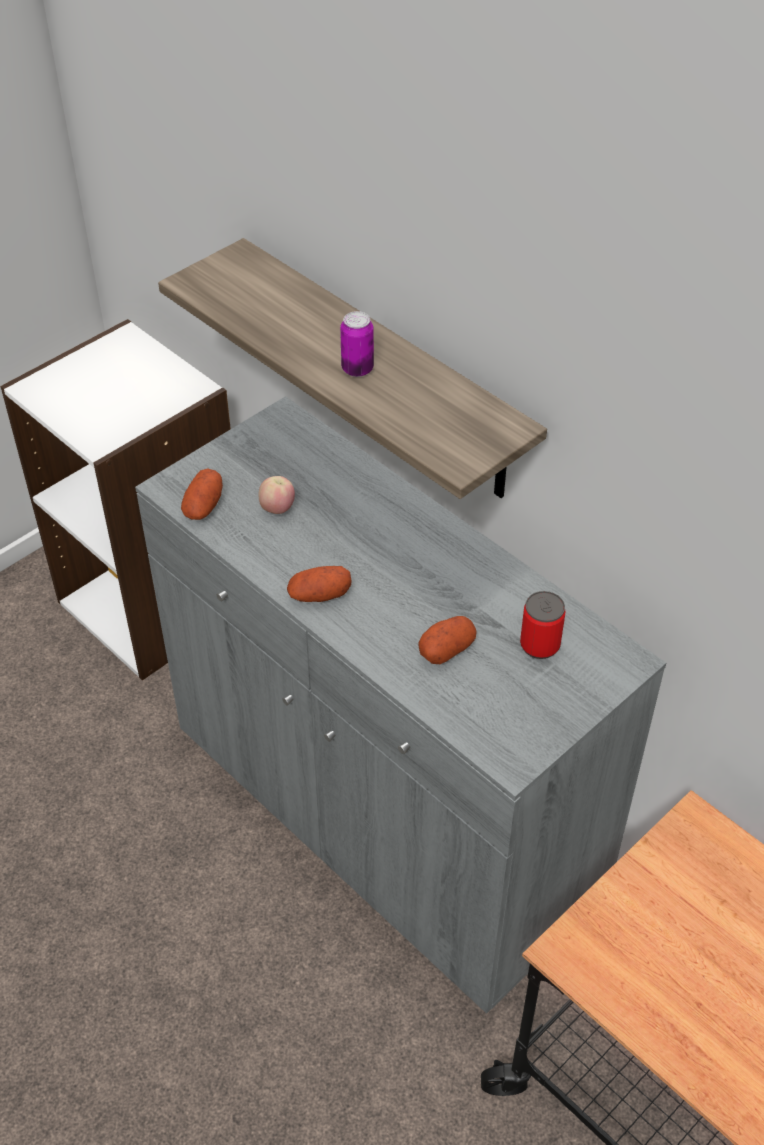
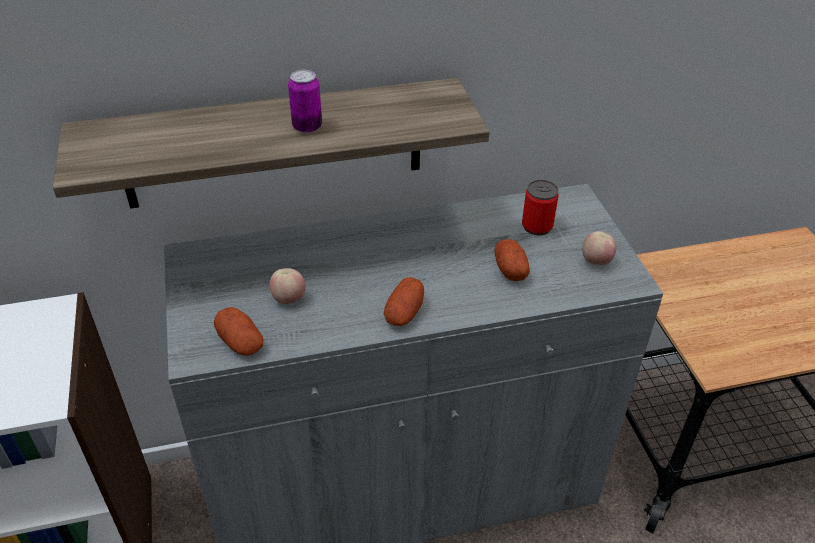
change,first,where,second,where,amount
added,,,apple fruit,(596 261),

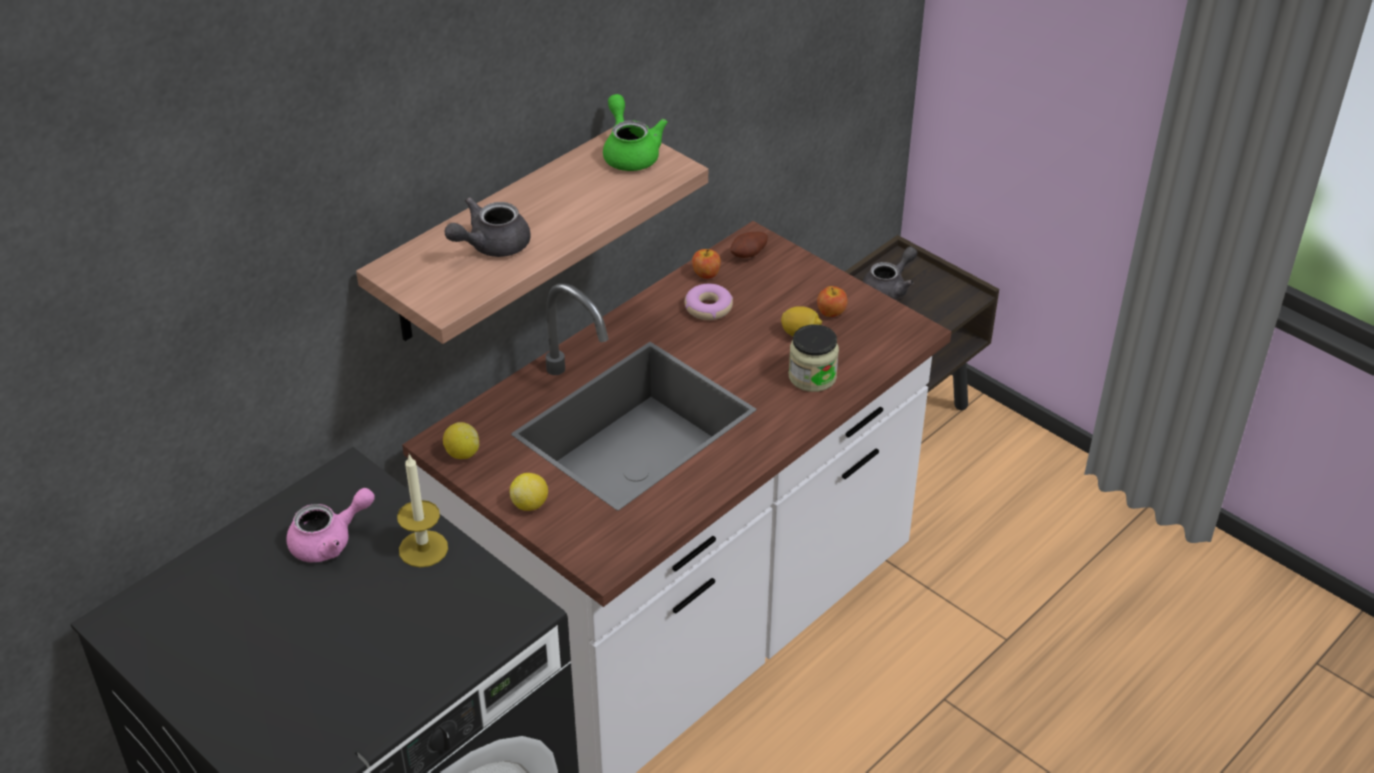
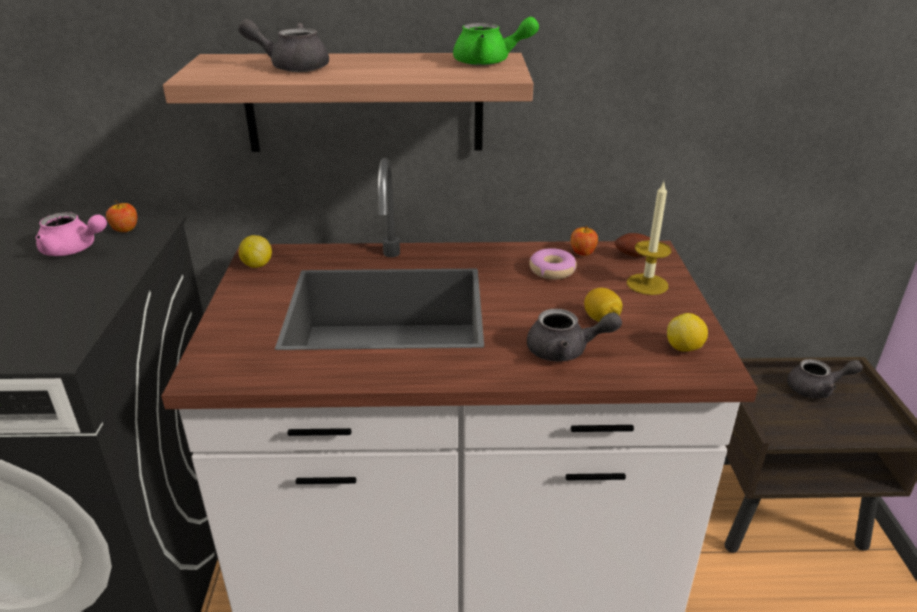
change,first,where,second,where,amount
moved,candle,(423 549),,(647 284),
moved,lemon,(530 504),,(684 348),
moved,apple fruit,(831 312),,(125 229),
replaced,preserve jar,(812 377),grey tea pot,(566 351),
turned,green tea pot,(630 153),,(489 62),75 degrees clockwise

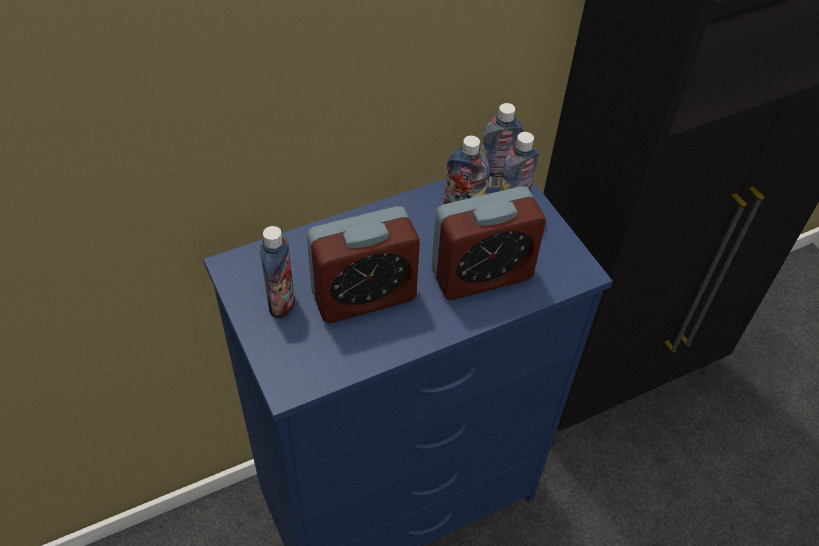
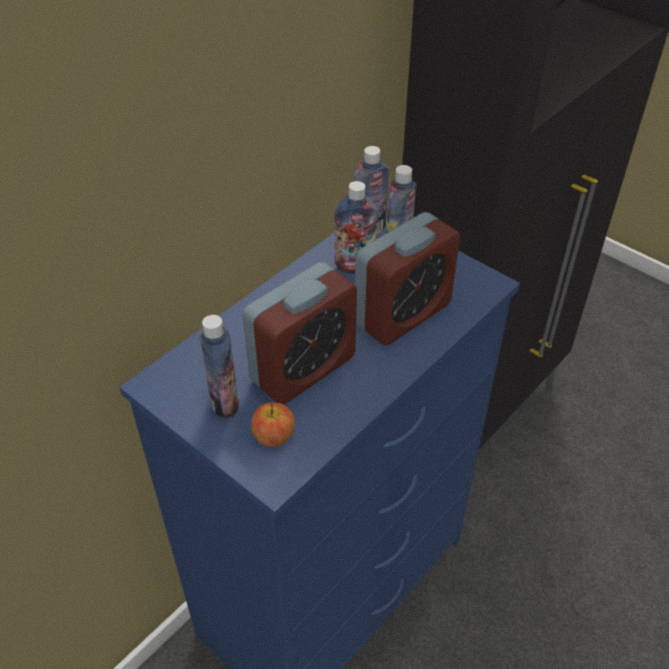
change,first,where,second,where,amount
added,,,apple fruit,(274 437),

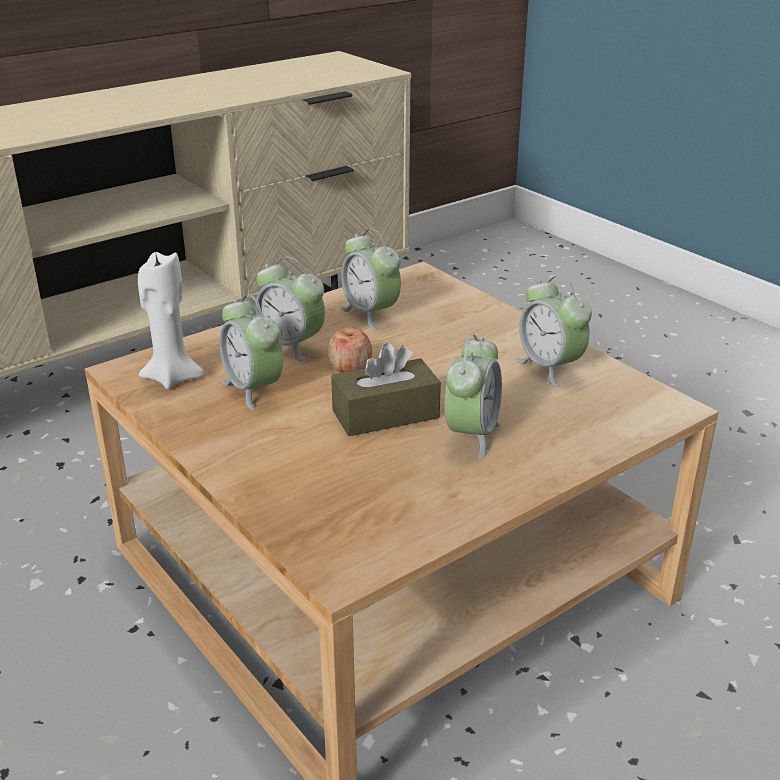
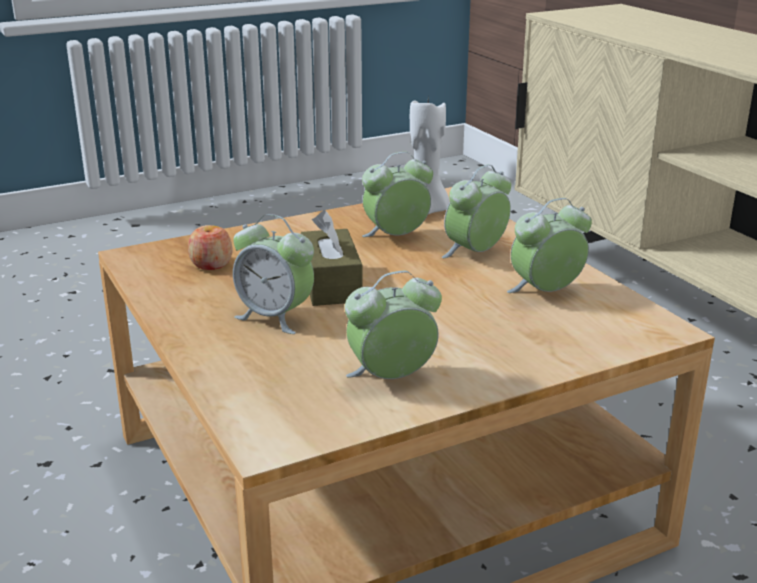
change,first,where,second,where,amount
moved,apple fruit,(350 367),,(211 264),

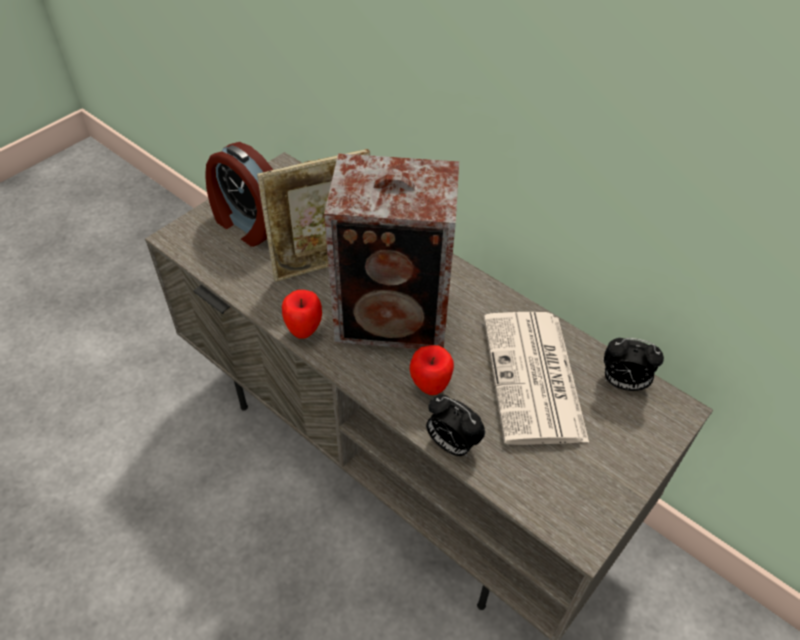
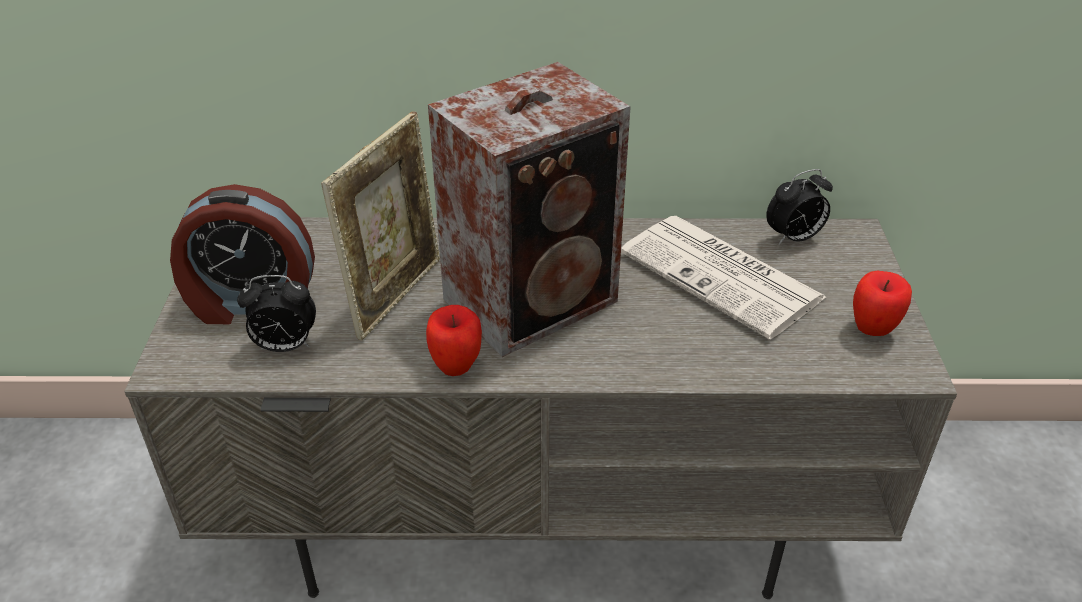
change,first,where,second,where,amount
moved,apple fruit,(430 387),,(872 330),
moved,alarm clock,(451 444),,(284 346),

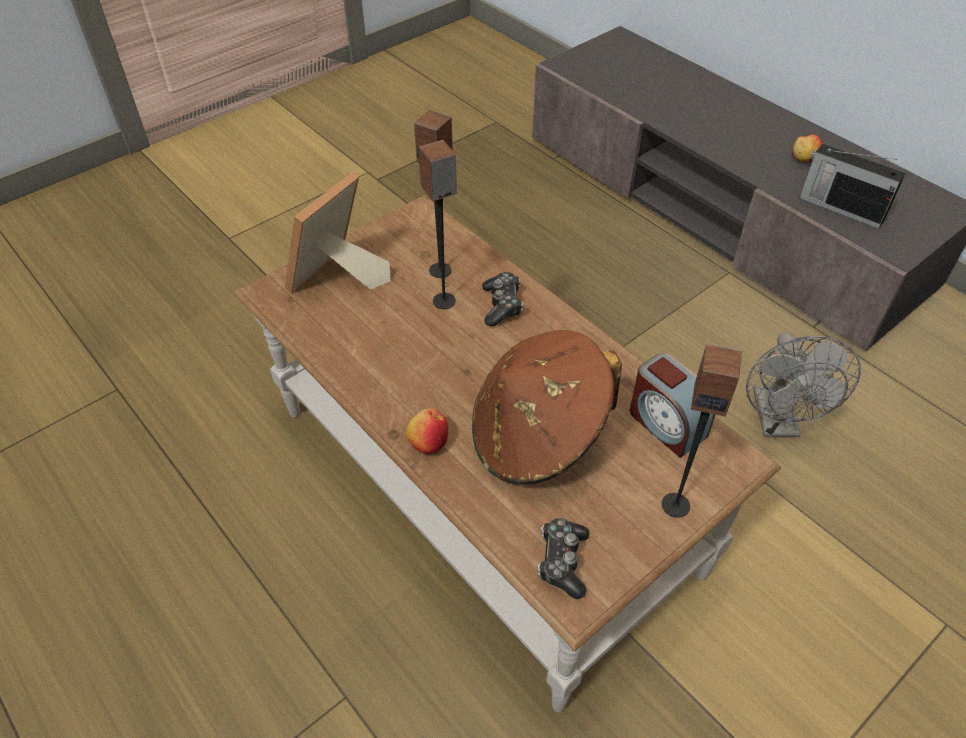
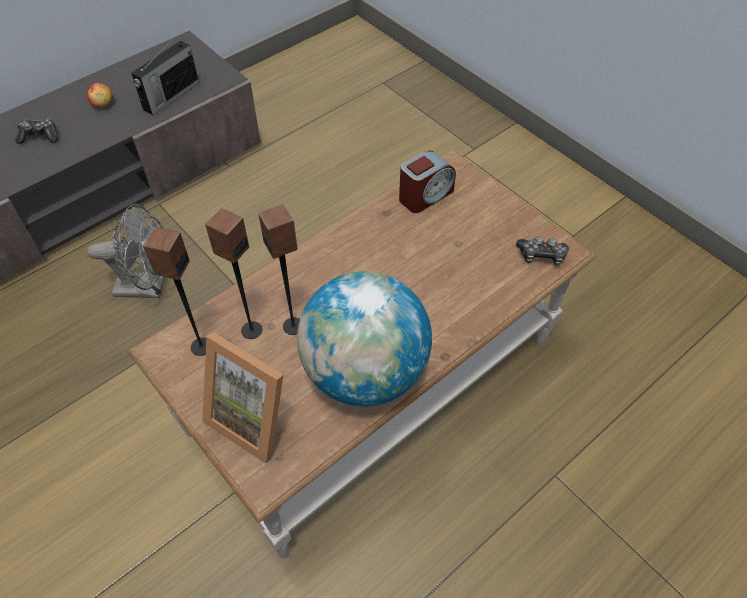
change,first,where,second,where,amount
removed,apple fruit,(428 442),,,
removed,brownish hat,(538 436),,,
added,,,globe,(365 373),
moved,joypad,(502 305),,(39 136),
moved,loudspeaker,(675 504),,(201 346),
moved,grey cooling fan,(778 423),,(148 287),

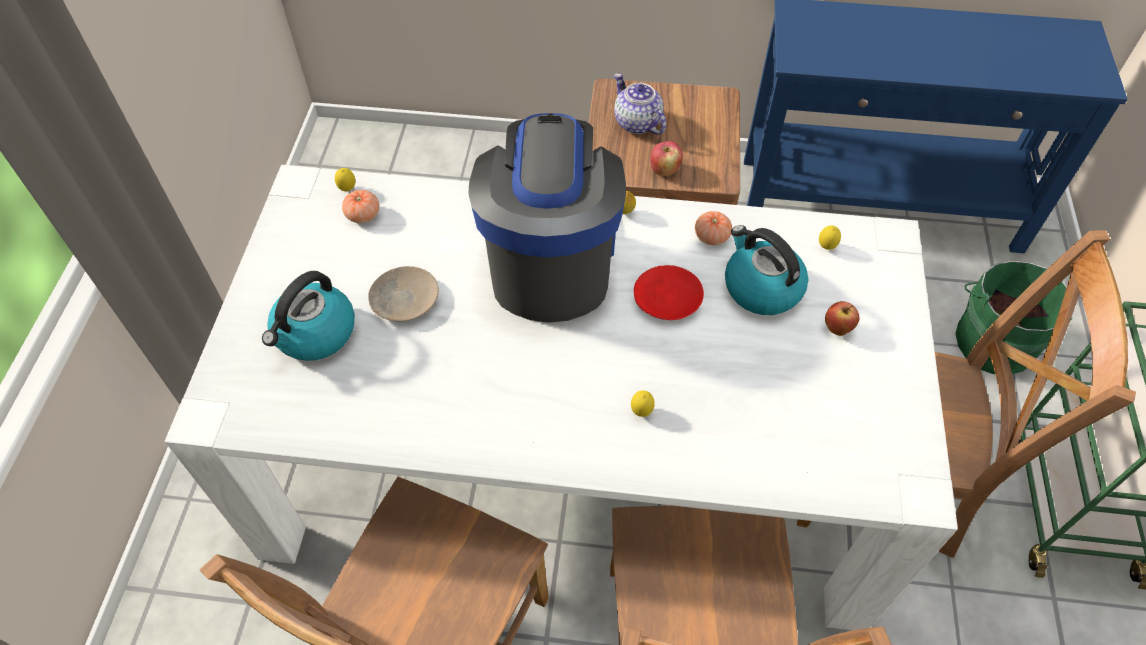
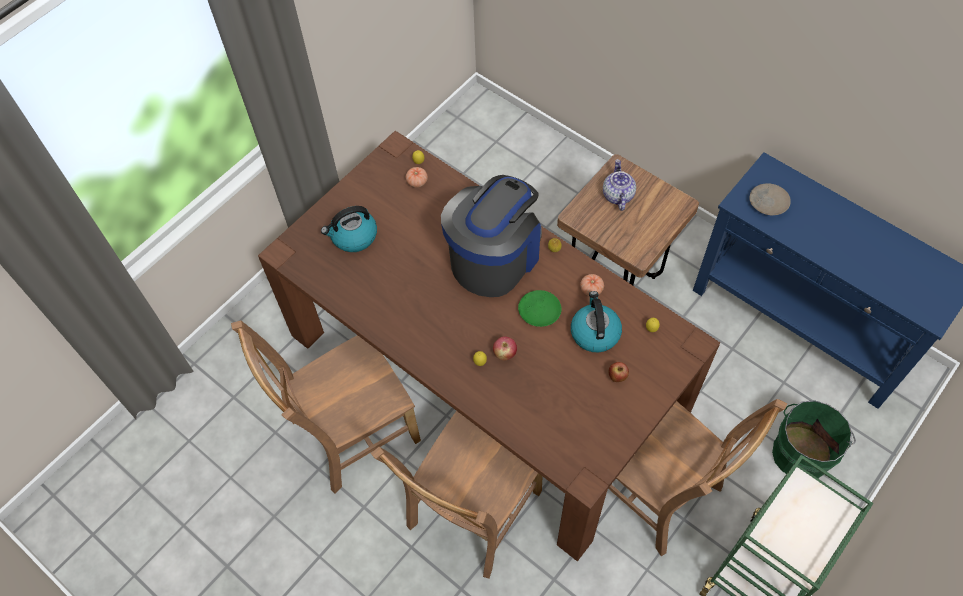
change,first,where,second,where,amount
moved,beige flat dish,(404 300),,(767 202),
moved,apple fruit,(664 170),,(504 354),
recoloured,whitish dining table,(572 457),brownish dining table,(485 374),
recoloured,red-coloured flat dish,(666 298),green flat dish,(539 311),

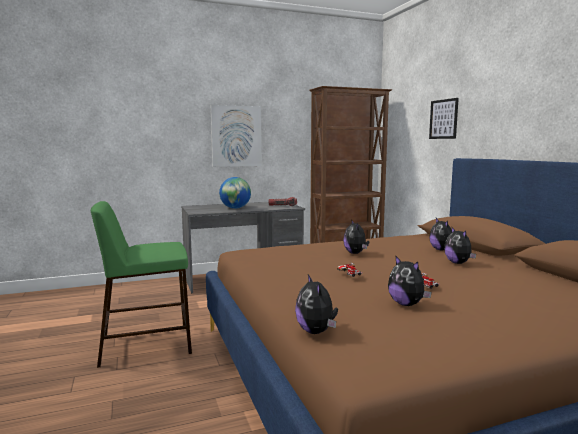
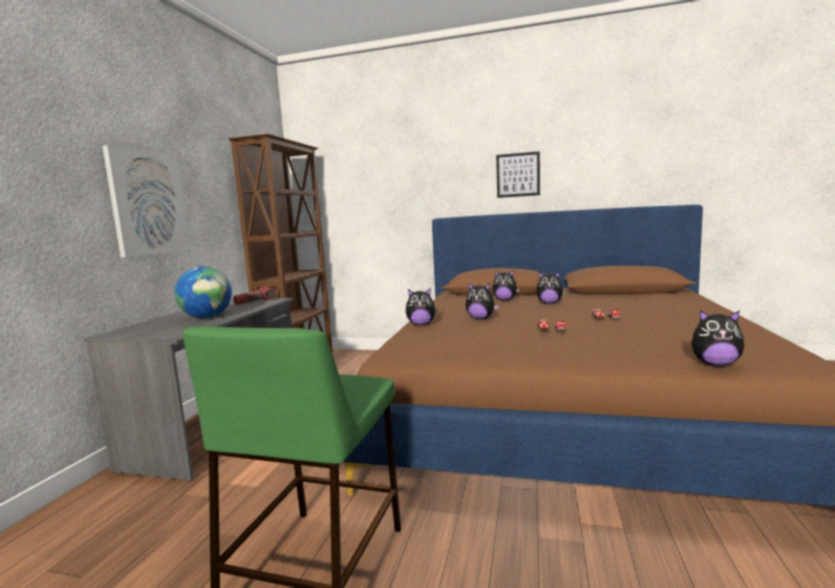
change,first,where,second,where,amount
moved,soft toy,(406 304),,(421 324),
moved,wall art,(443 119),,(518 175),

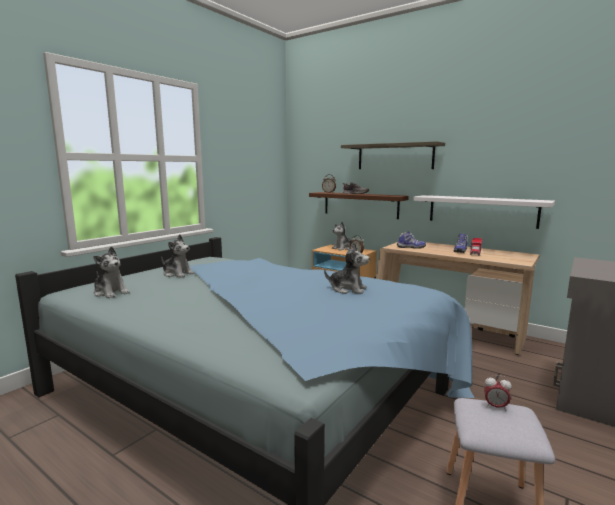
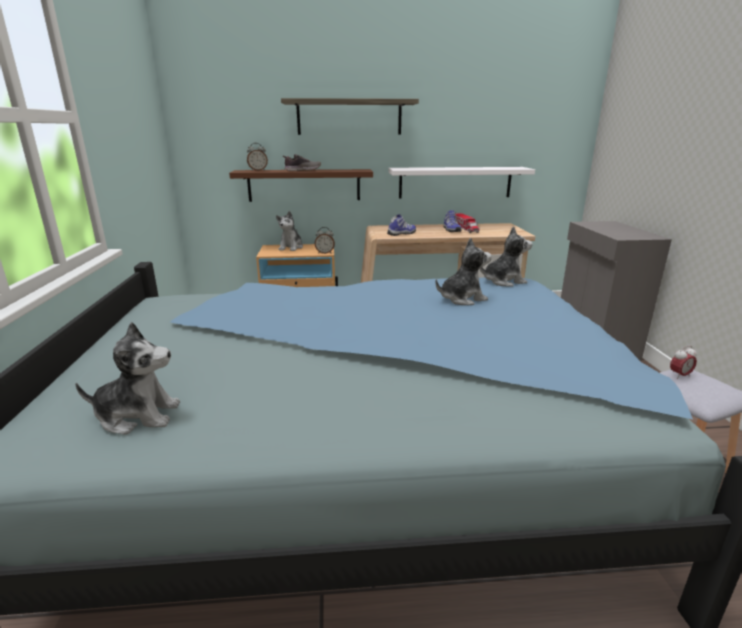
change,first,where,second,where,amount
moved,soft toy,(177 274),,(503 281),

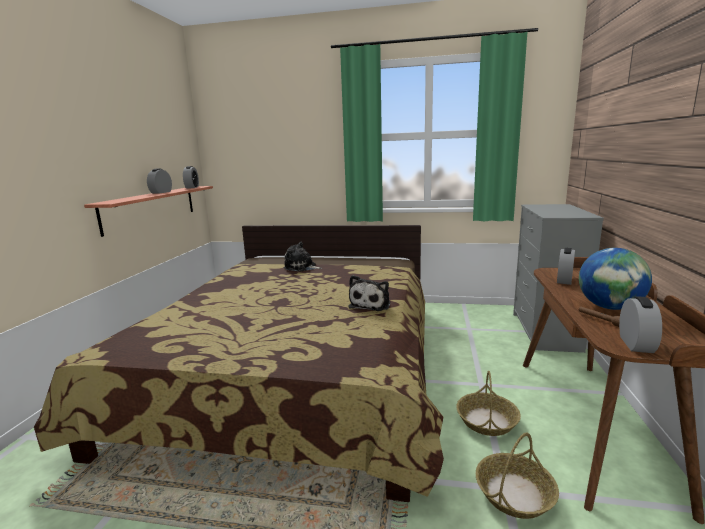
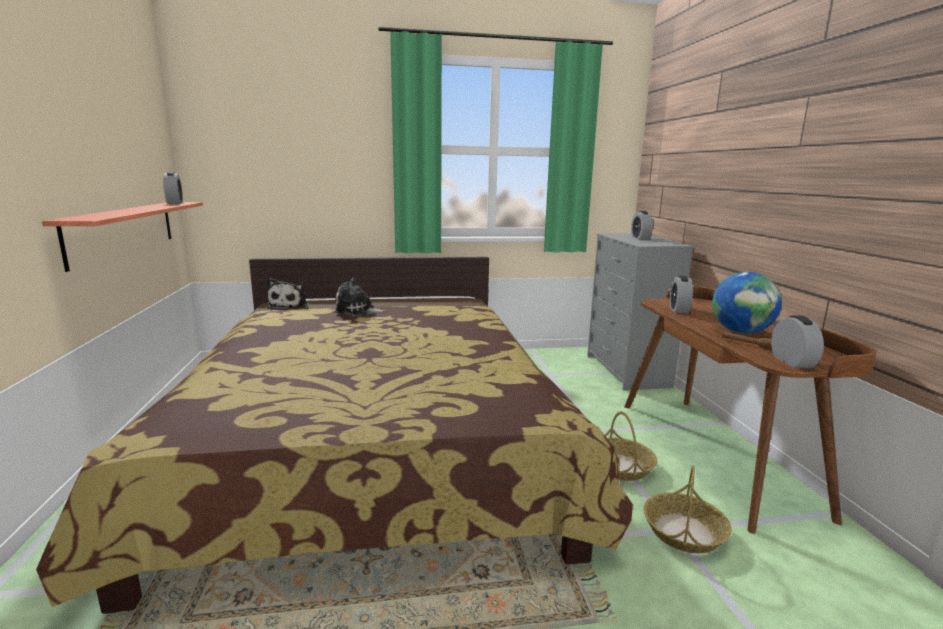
change,first,where,second,where,amount
moved,alarm clock,(161 192),,(640 238),
moved,soft toy,(371 304),,(289 305),

